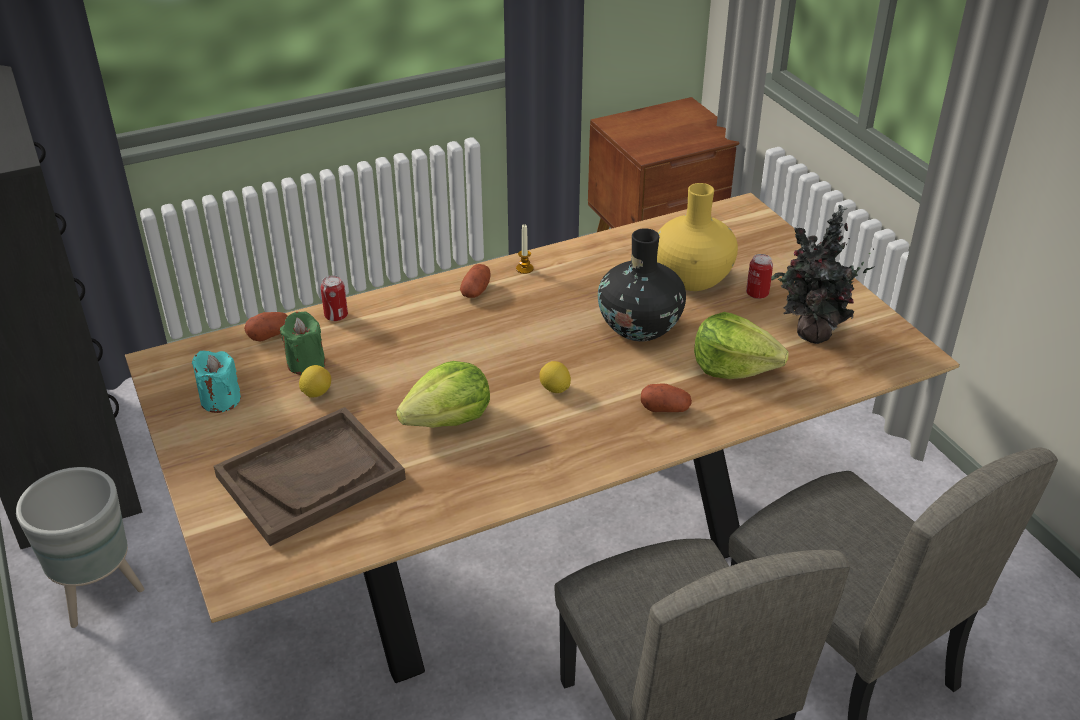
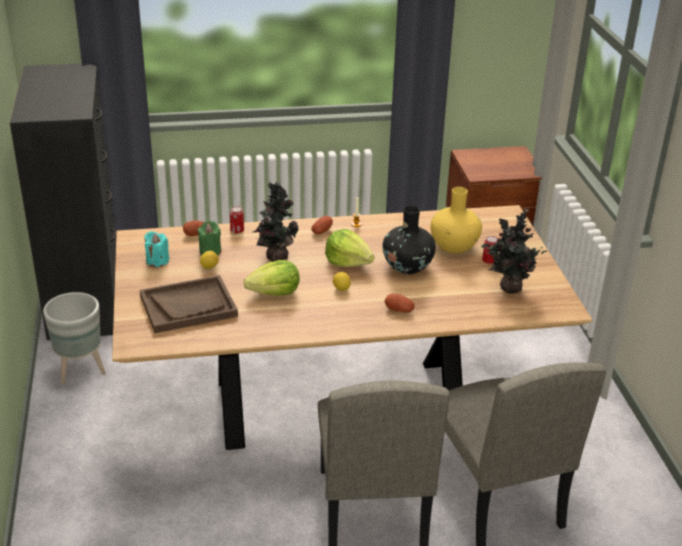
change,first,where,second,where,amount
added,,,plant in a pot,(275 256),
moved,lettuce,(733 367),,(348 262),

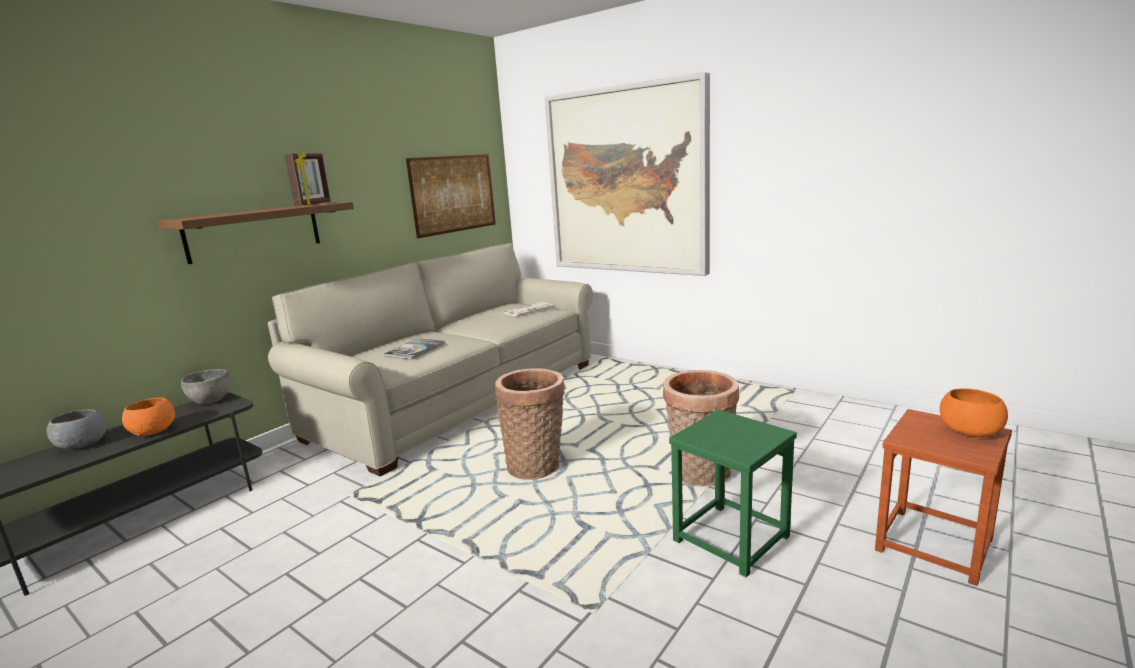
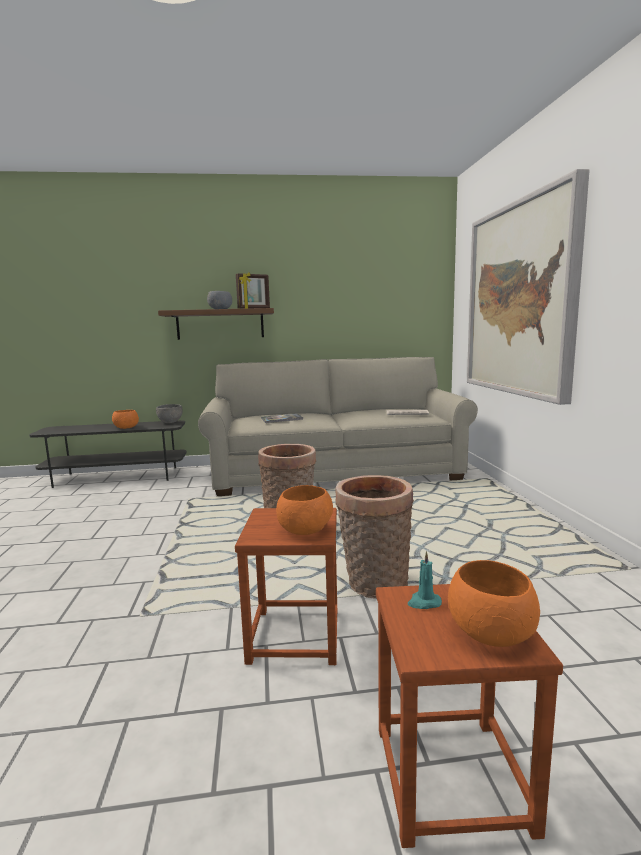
change,first,where,second,where,amount
removed,wall art,(454 194),,,
added,,,orangey serving bowl,(304 530),
added,,,turquoise candle,(424 602),
moved,grey serving bowl,(84 445),,(220 309),
recoloured,green stool seat,(730 539),brownish stool seat,(293 635),

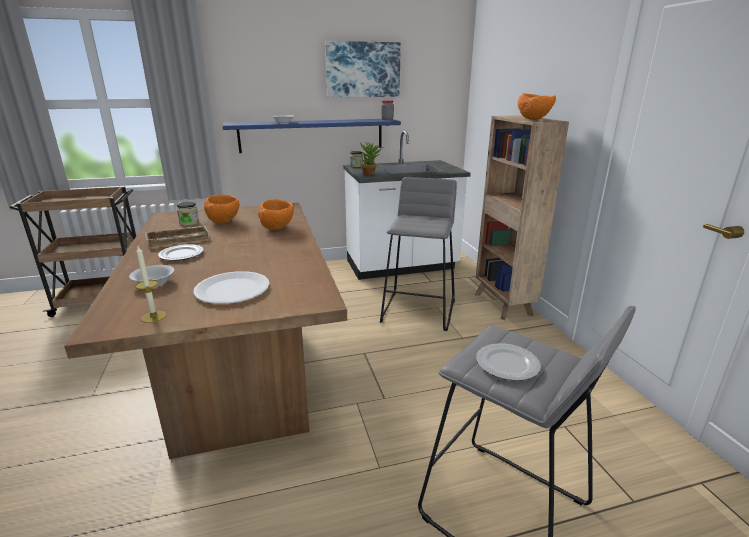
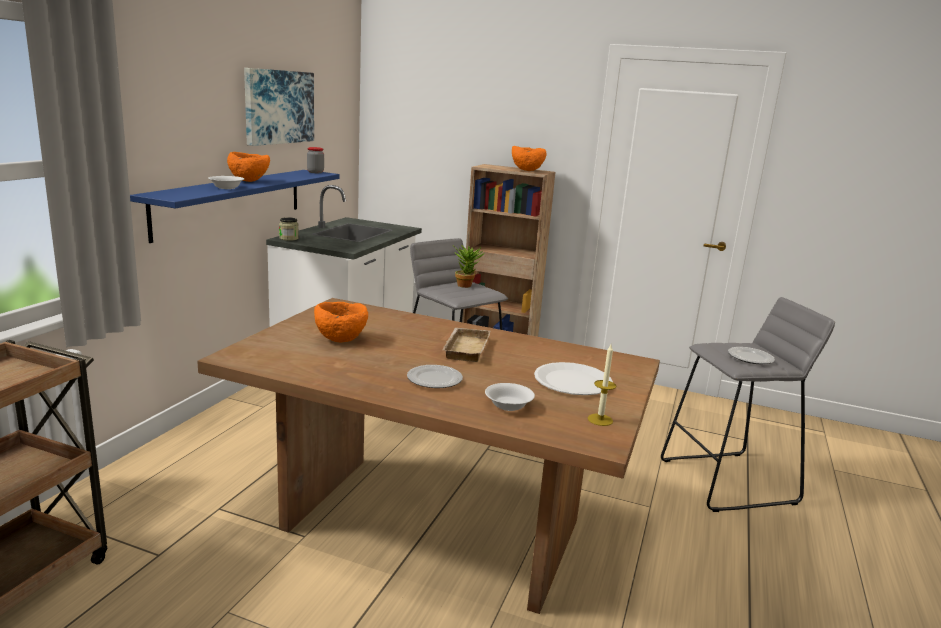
change,first,where,second,where,amount
removed,preserve jar,(189 223),,,
moved,beige tray,(179 239),,(464 348),
moved,orangey serving bowl,(278 228),,(249 181),
moved,plant in a pot,(371 174),,(466 285),

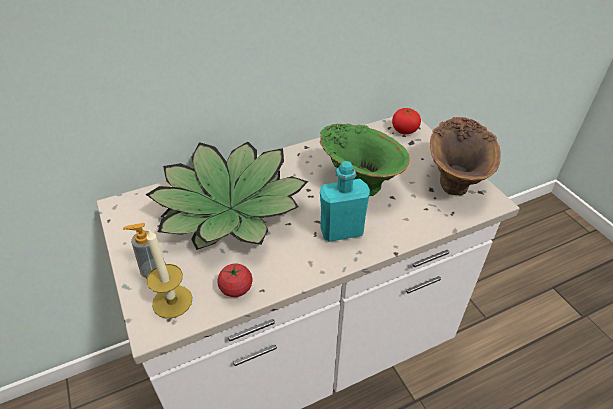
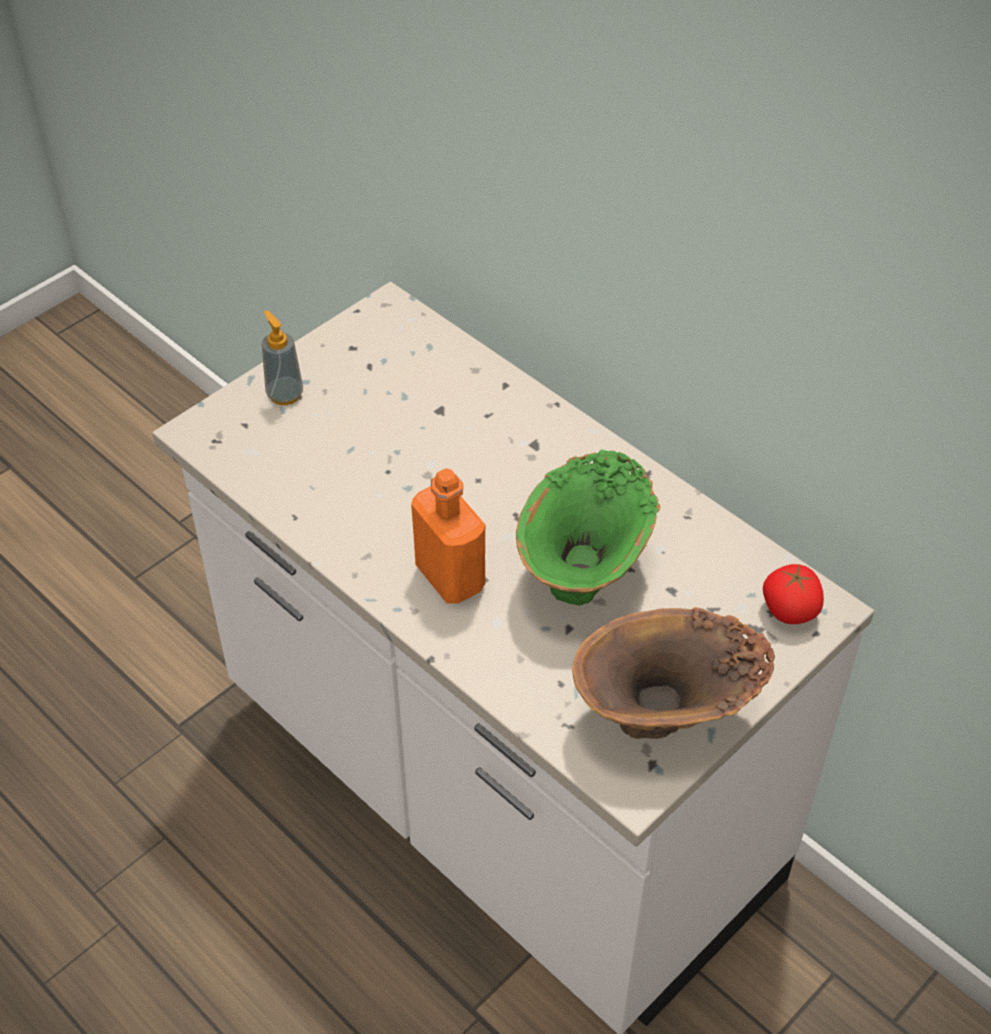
change,first,where,second,where,amount
removed,plant in a pot,(231 209),,,
removed,candle,(172 301),,,
removed,tomato,(236 288),,,
recoloured,turquoise bottle,(341 231),orangey bottle,(450 577),

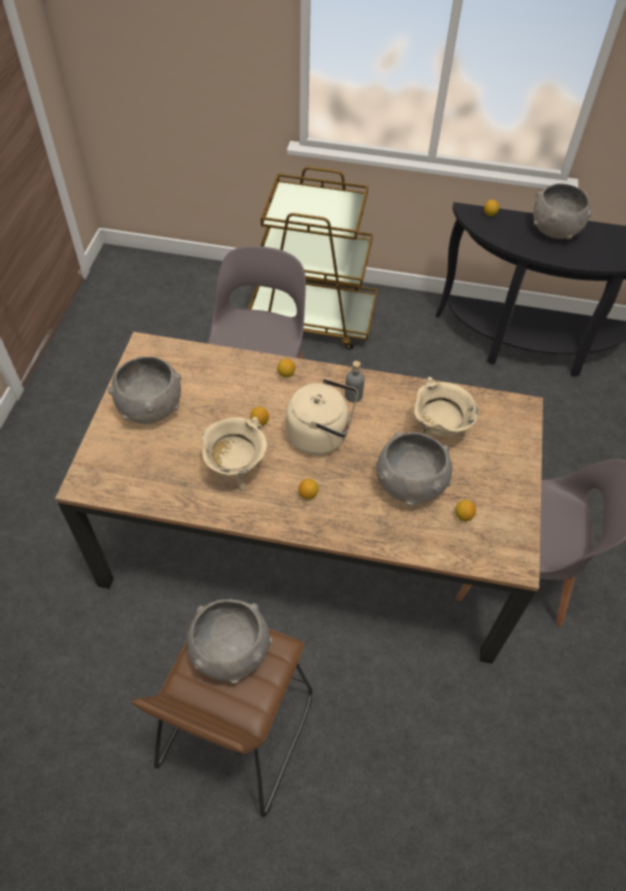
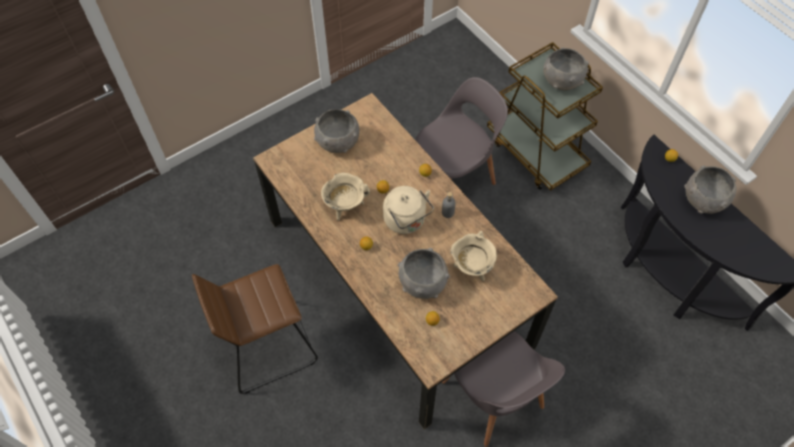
change,first,where,second,where,amount
moved,grey serving bowl,(230 652),,(561 81),

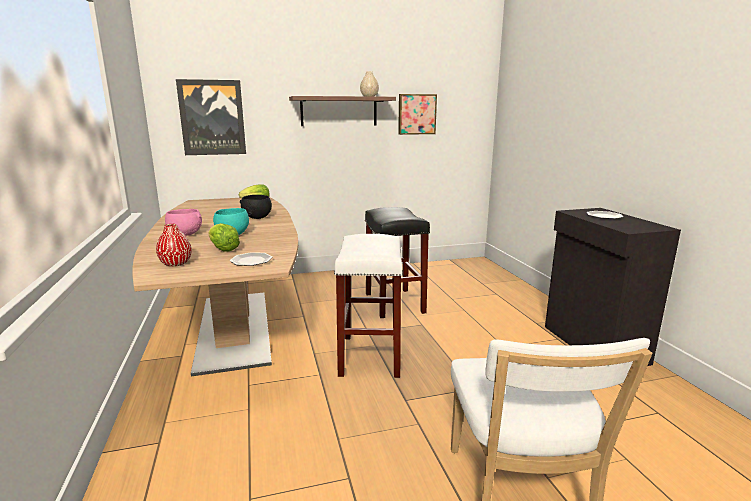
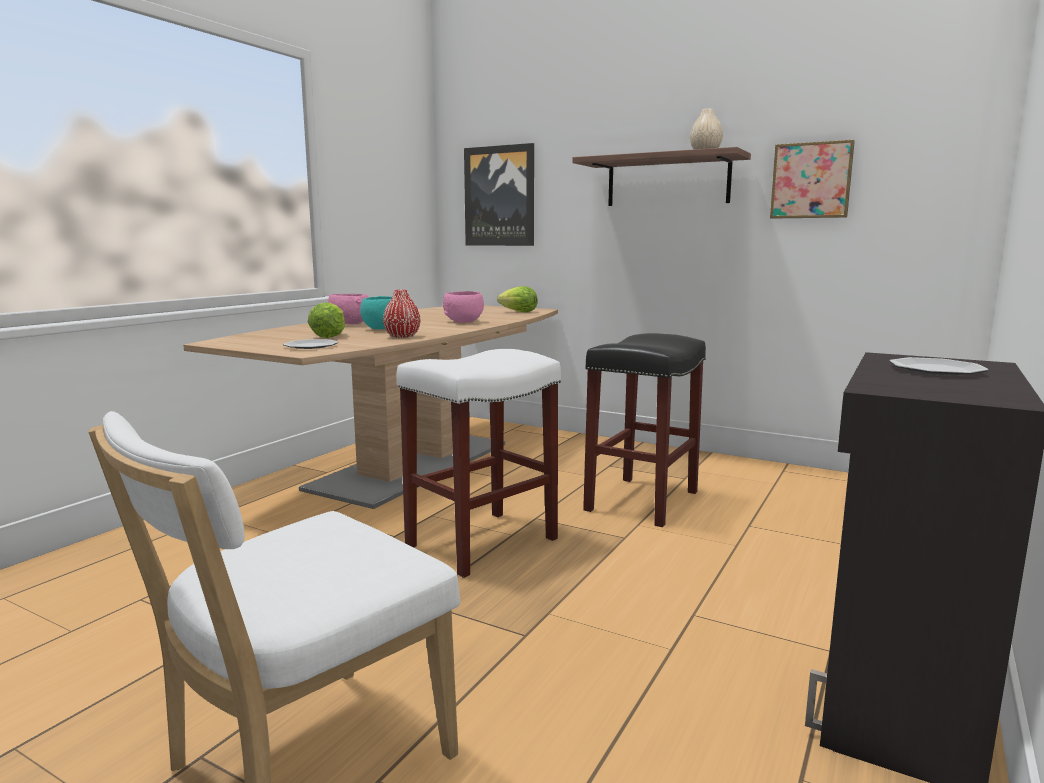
change,first,where,second,where,amount
moved,red-coloured decorative vase,(176 263),,(402 336),
recoloured,black-coloured serving bowl,(257 217),pink-coloured serving bowl,(464 321),

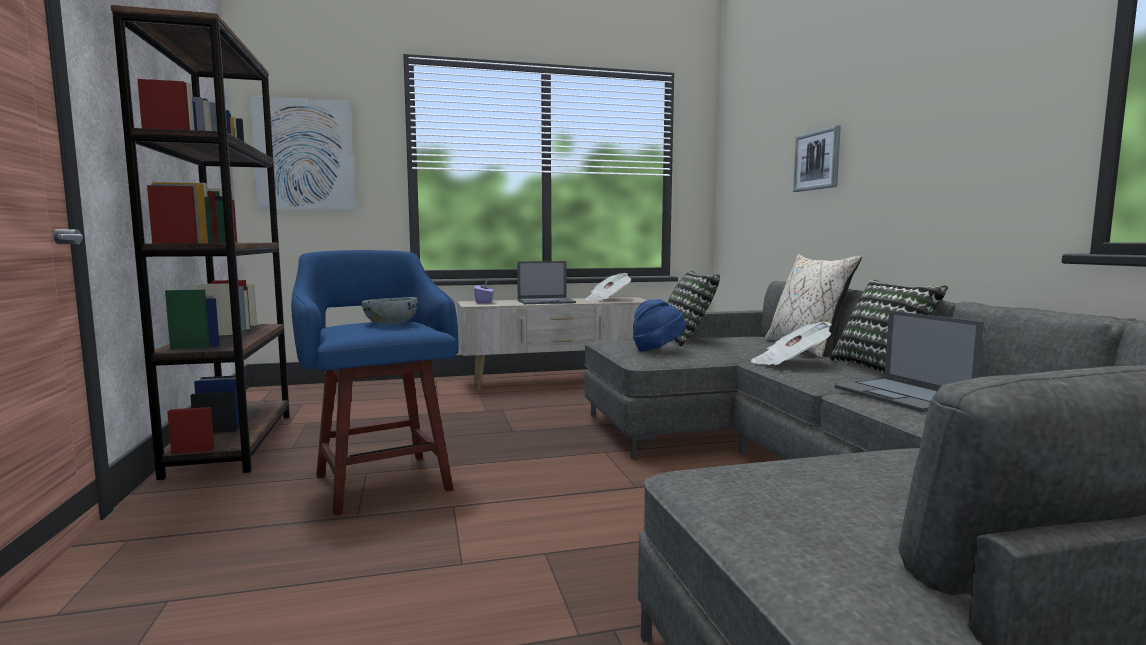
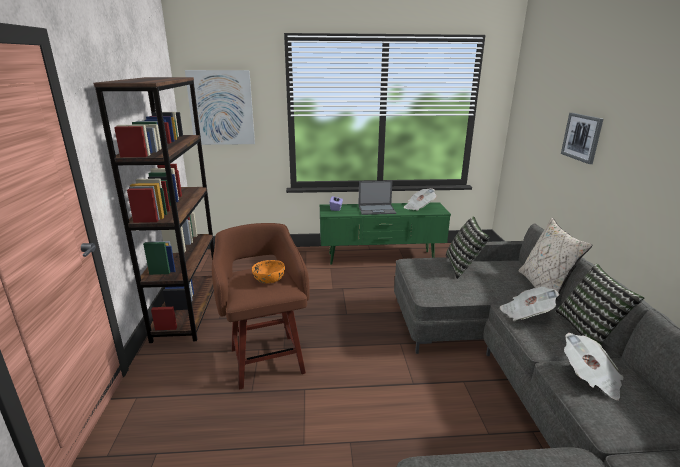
change,first,where,second,where,amount
removed,blue hat,(657 350),,,
replaced,portable computer,(904 395),daily paper,(590 378),
recoloured,blue stool seat,(381 481),brownish stool seat,(266 358),
recoloured,grey serving bowl,(390 323),orangey serving bowl,(269 279),
recoloured,beige tv unit,(555 381),green tv unit,(380 258),

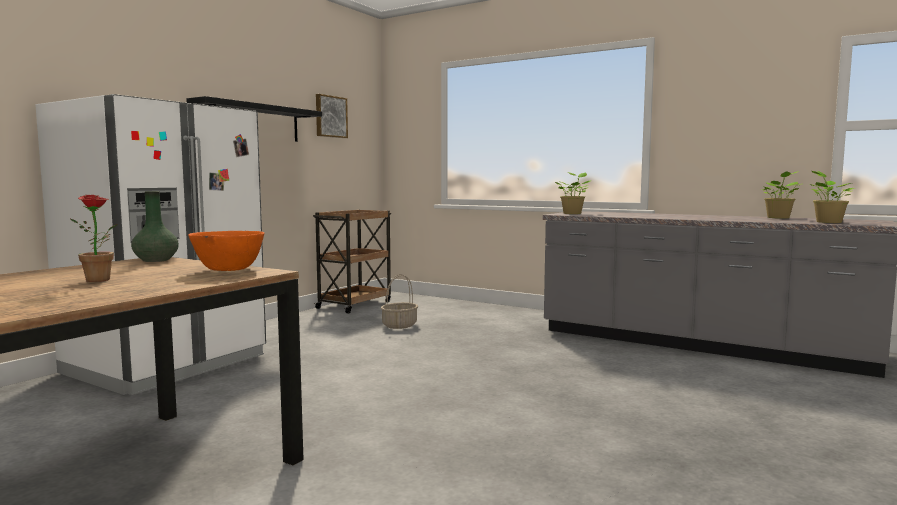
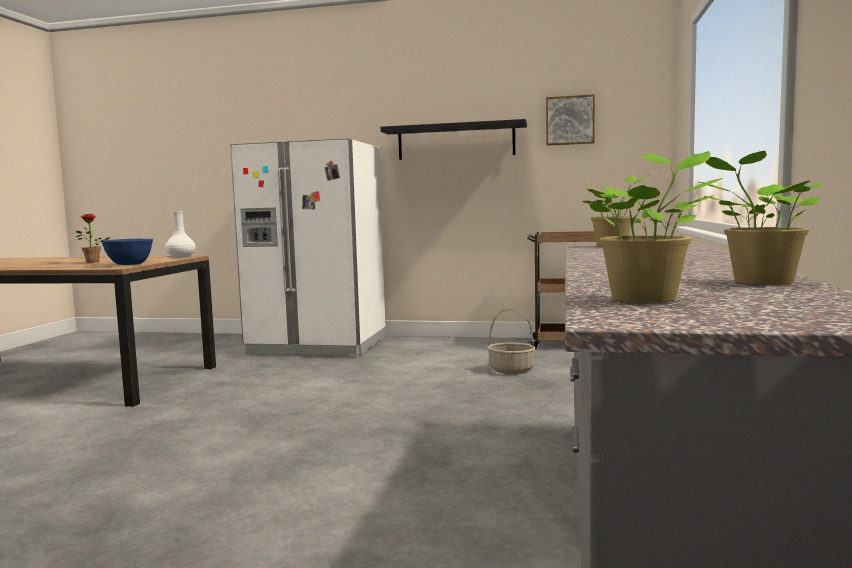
change,first,where,second,where,amount
recoloured,green decorative vase,(156 260),whitish decorative vase,(180 257),
recoloured,orangey serving bowl,(228 270),blue serving bowl,(129 264),

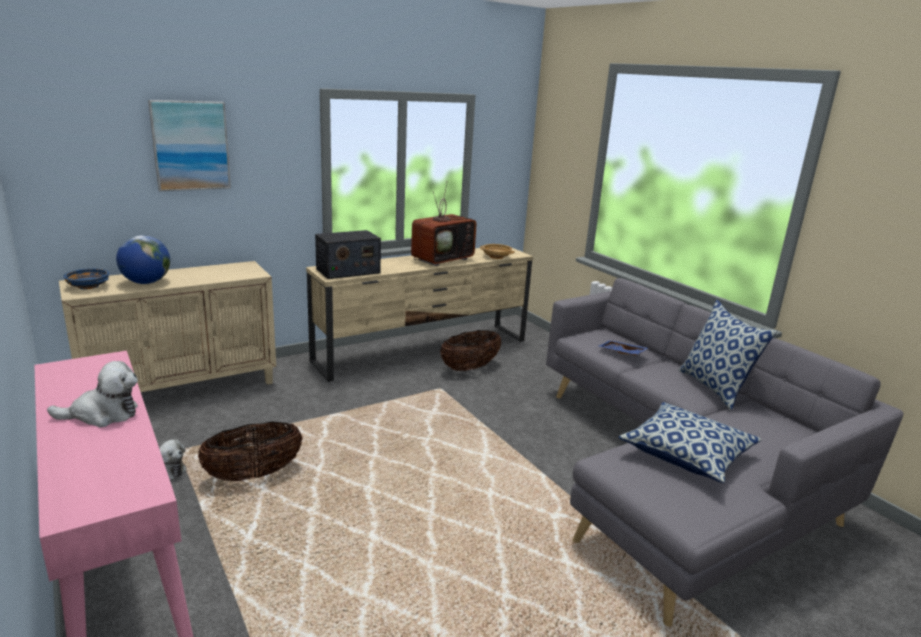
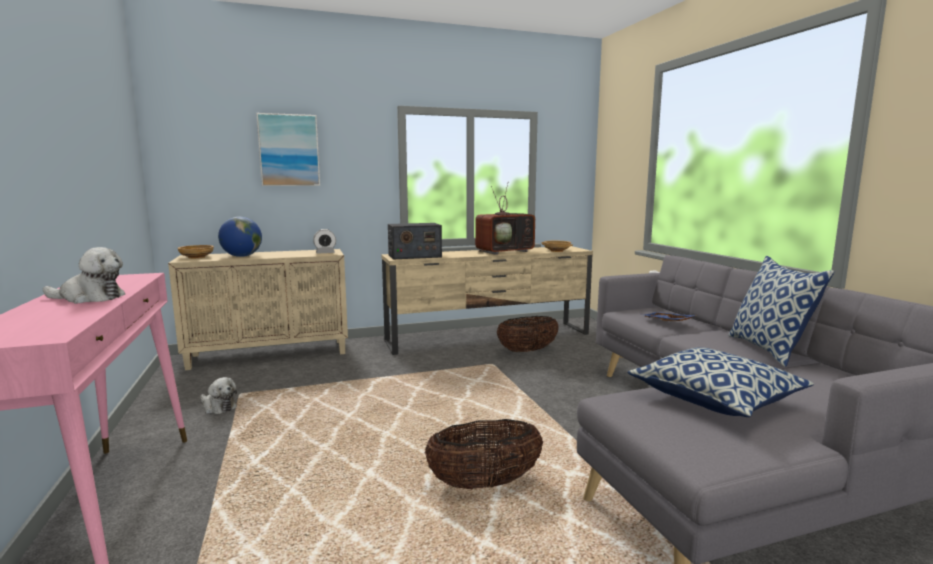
change,first,where,second,where,amount
added,,,alarm clock,(325 253),
moved,basket,(253 474),,(484 483),
recoloured,blue serving bowl,(89 286),beige serving bowl,(197 257),

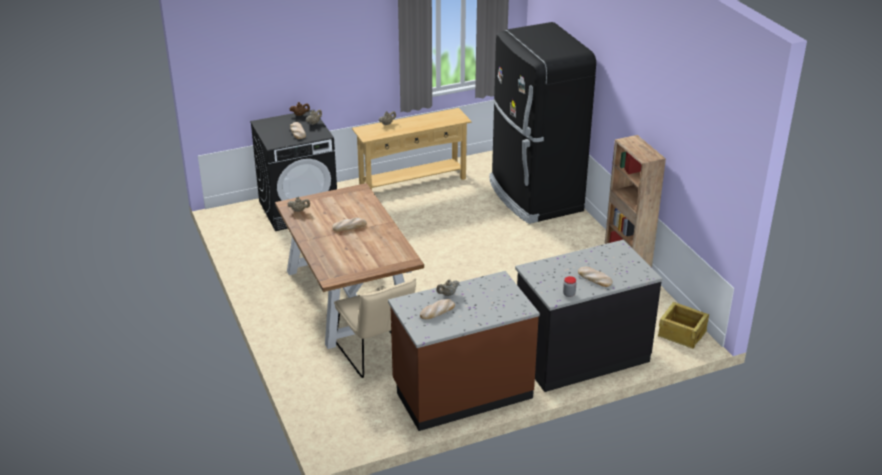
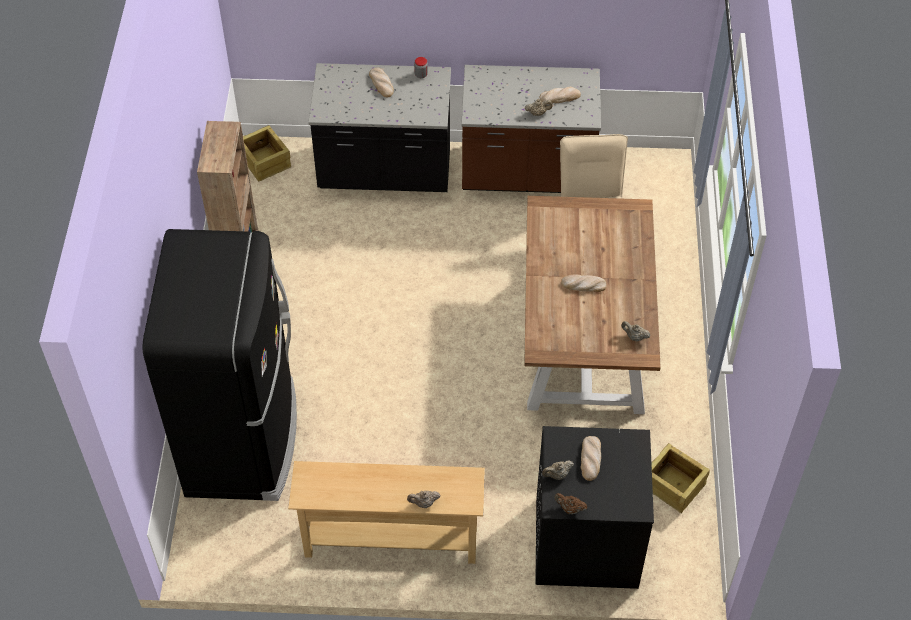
change,first,where,second,where,amount
added,,,crate,(673 486),

